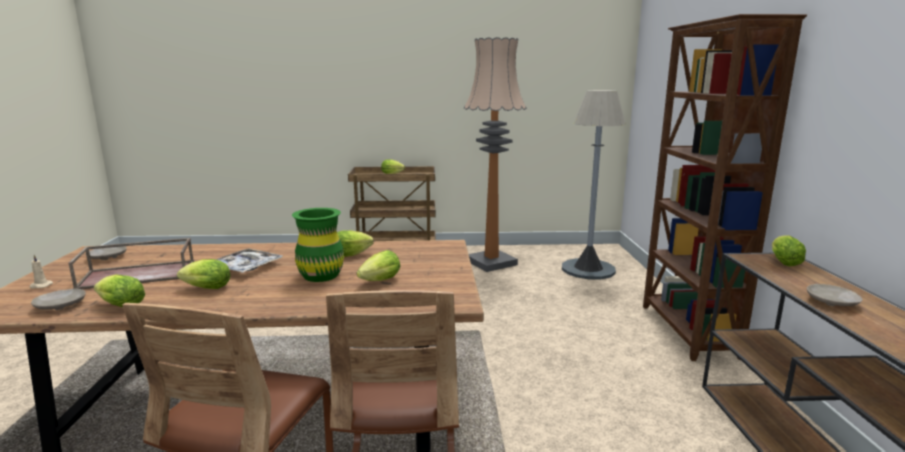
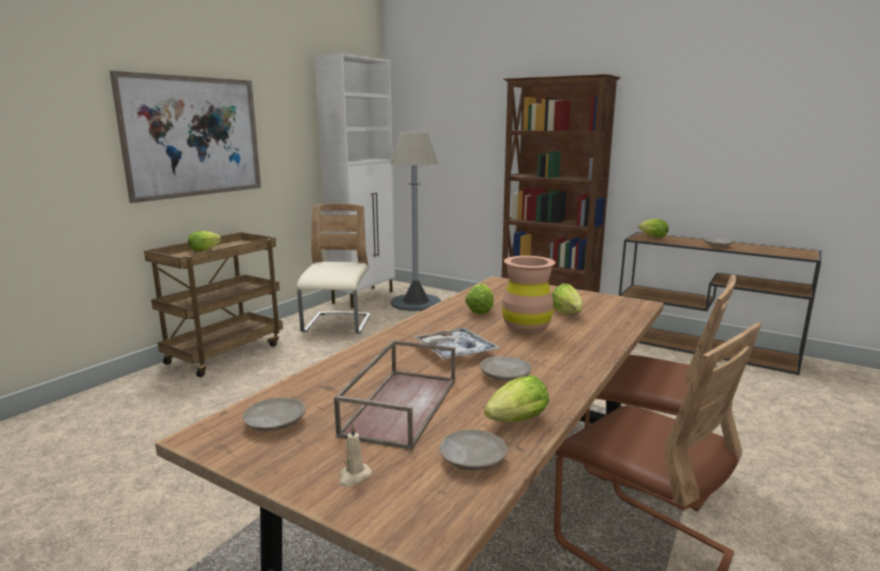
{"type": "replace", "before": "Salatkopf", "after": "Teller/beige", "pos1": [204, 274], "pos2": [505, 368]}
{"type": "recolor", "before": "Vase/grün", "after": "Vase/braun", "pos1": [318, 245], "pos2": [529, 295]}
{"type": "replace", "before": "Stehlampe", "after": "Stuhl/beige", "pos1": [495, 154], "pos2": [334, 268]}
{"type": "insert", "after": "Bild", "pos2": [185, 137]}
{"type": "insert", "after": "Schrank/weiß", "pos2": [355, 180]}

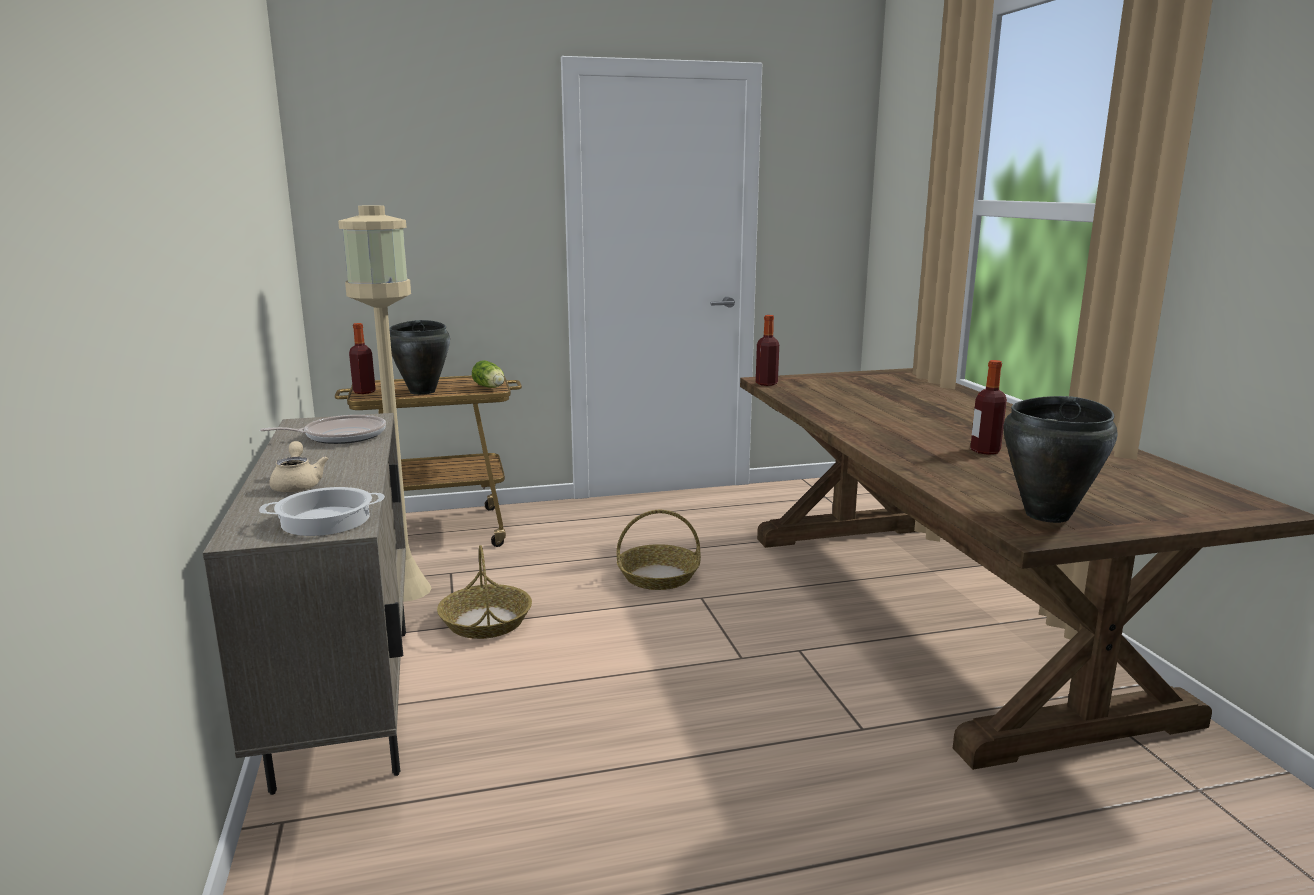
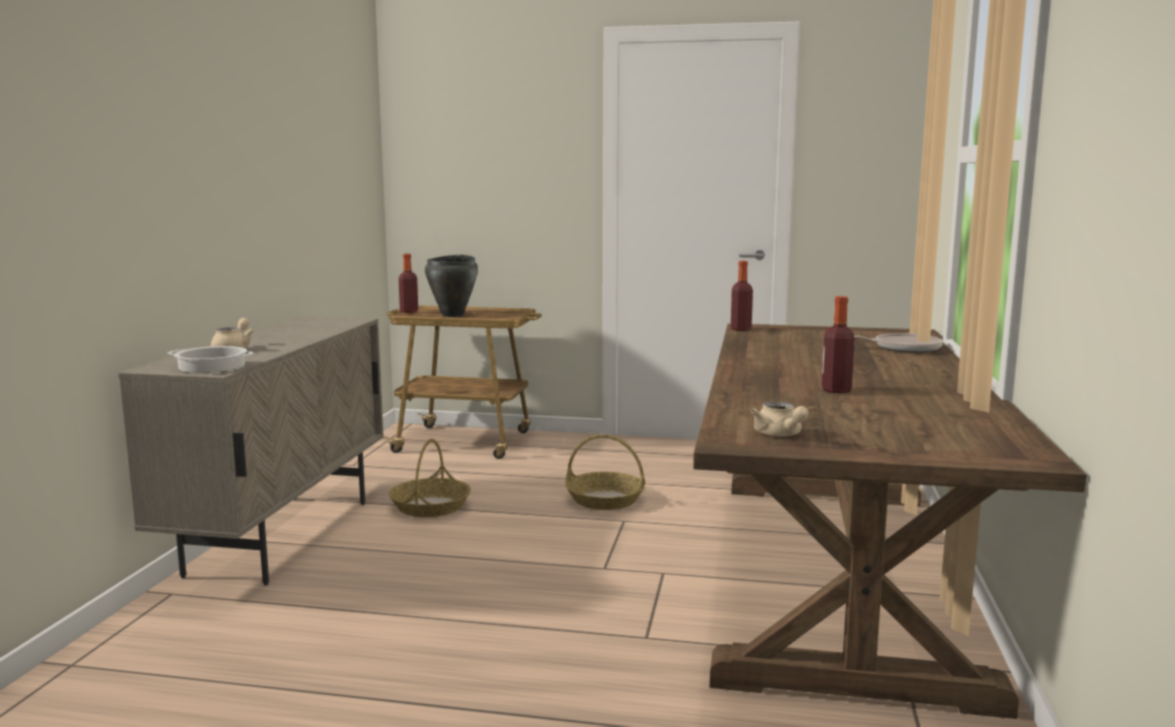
{"type": "move", "before": "Pfanne", "pos1": [323, 429], "pos2": [898, 343]}
{"type": "delete", "before": "Stehlampe/beige", "pos1": [385, 403]}
{"type": "delete", "before": "Salatkopf", "pos1": [488, 374]}
{"type": "replace", "before": "Kochtopf/schwarz", "after": "Teekanne/beige", "pos1": [1061, 459], "pos2": [780, 419]}

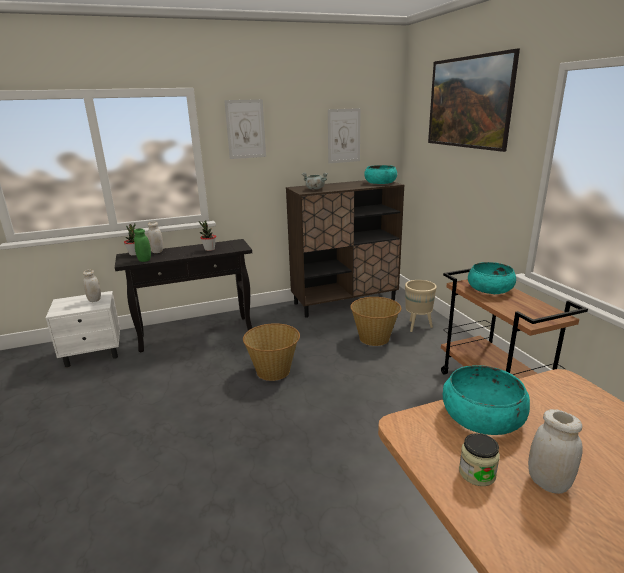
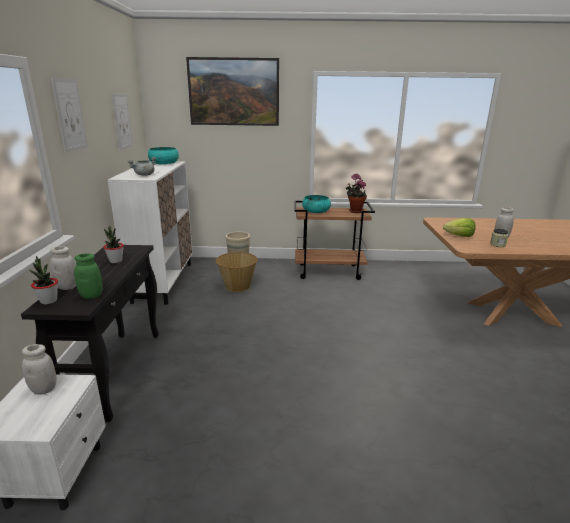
{"type": "delete", "before": "Korb", "pos1": [271, 352]}
{"type": "recolor", "before": "Schrank/braun", "after": "Schrank/weiß", "pos1": [345, 249], "pos2": [150, 233]}
{"type": "replace", "before": "Schüssel/türkis", "after": "Salatkopf", "pos1": [486, 400], "pos2": [459, 227]}
{"type": "insert", "after": "Topfpflanze", "pos2": [356, 193]}

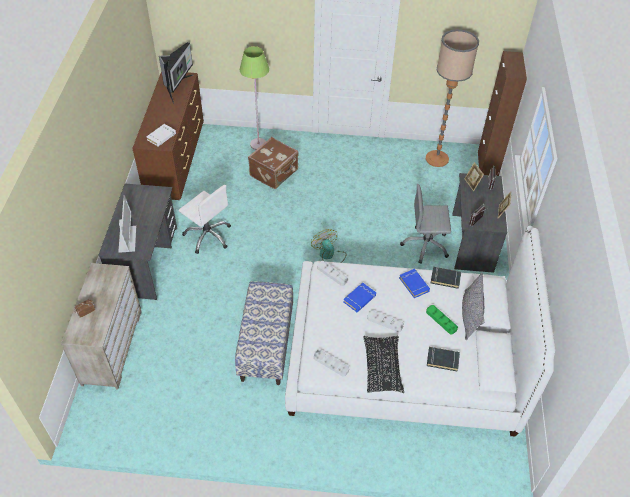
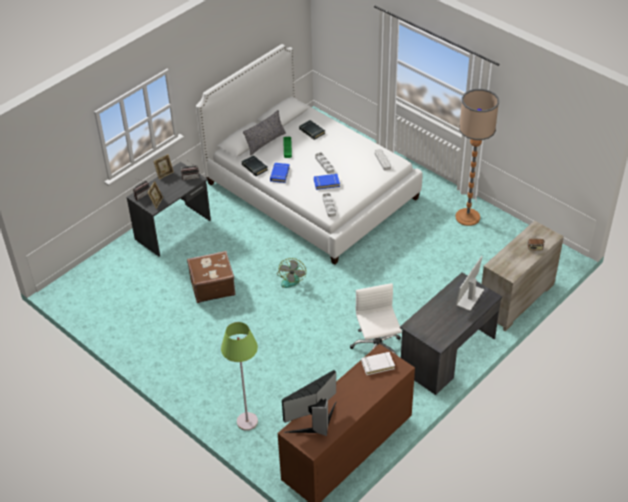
{"type": "delete", "before": "Bank", "pos1": [264, 333]}
{"type": "move", "before": "Koffer/braun", "pos1": [273, 163], "pos2": [211, 277]}
{"type": "delete", "before": "Kissen/schwarz", "pos1": [383, 364]}
{"type": "delete", "before": "Bürostuhl/grau", "pos1": [425, 224]}
{"type": "move", "before": "Stehlampe", "pos1": [452, 98], "pos2": [477, 157]}
{"type": "delete", "before": "Schrank/braun", "pos1": [502, 113]}

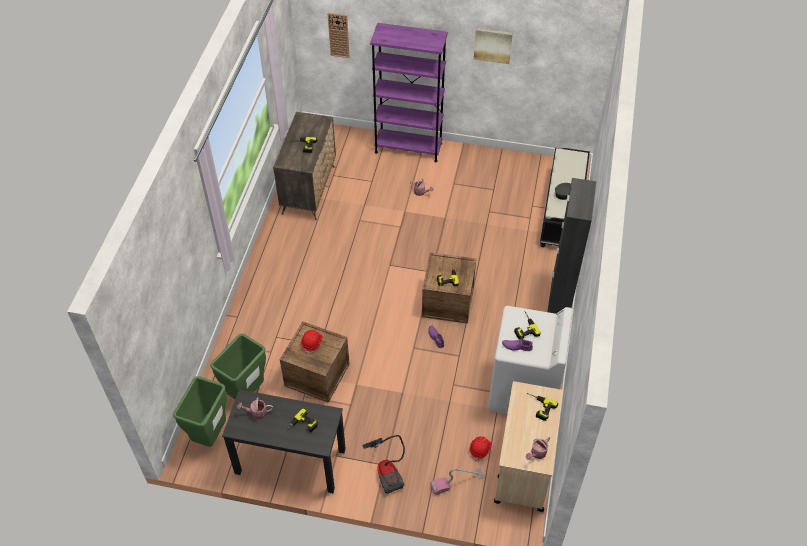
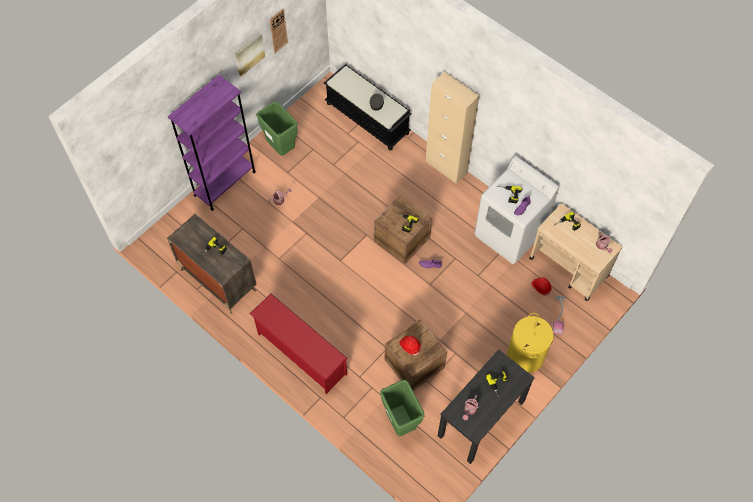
{"type": "move", "before": "Mülleimer/grün", "pos1": [200, 411], "pos2": [277, 128]}
{"type": "move", "before": "Wanduhr", "pos1": [338, 35], "pos2": [279, 31]}
{"type": "replace", "before": "Staubsauger", "after": "Wäschekorb/gelb", "pos1": [383, 464], "pos2": [530, 343]}
{"type": "recolor", "before": "Schrank/schwarz", "after": "Schrank/beige", "pos1": [571, 246], "pos2": [452, 128]}
{"type": "insert", "after": "Schuhregal/rot", "pos2": [299, 344]}

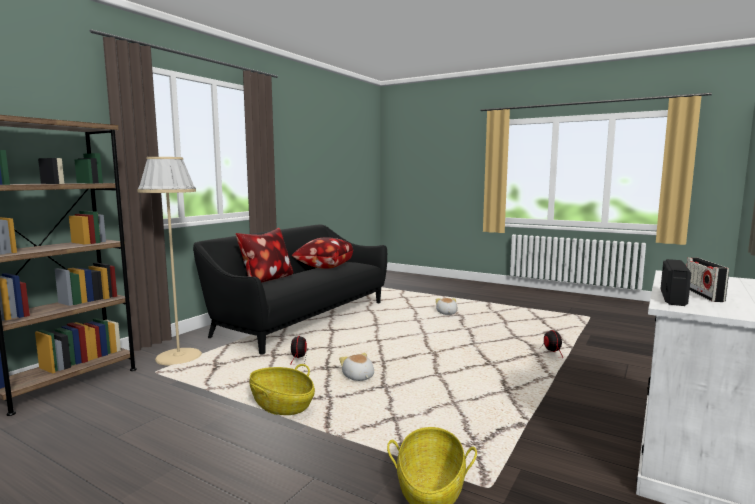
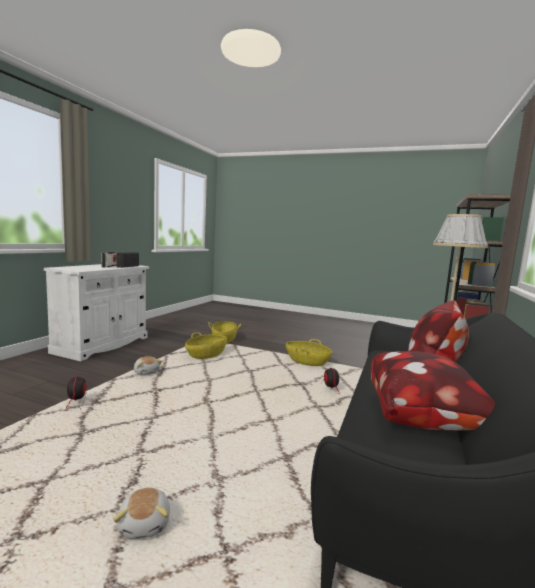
{"type": "move", "before": "Plüschtier", "pos1": [356, 366], "pos2": [148, 366]}
{"type": "insert", "after": "Korb", "pos2": [206, 345]}

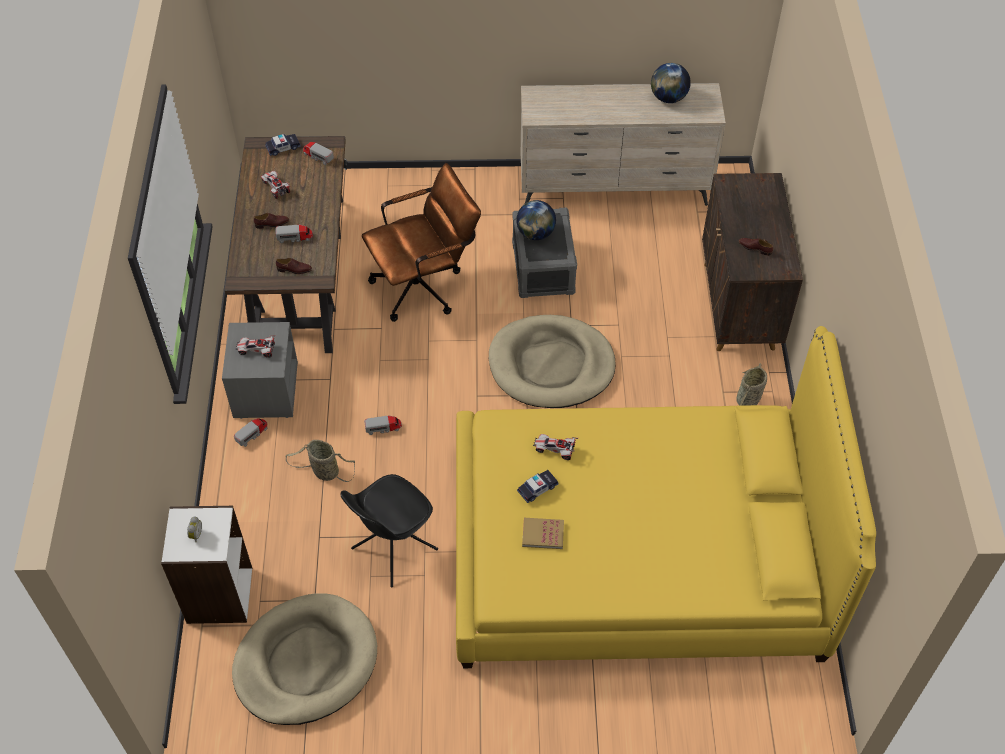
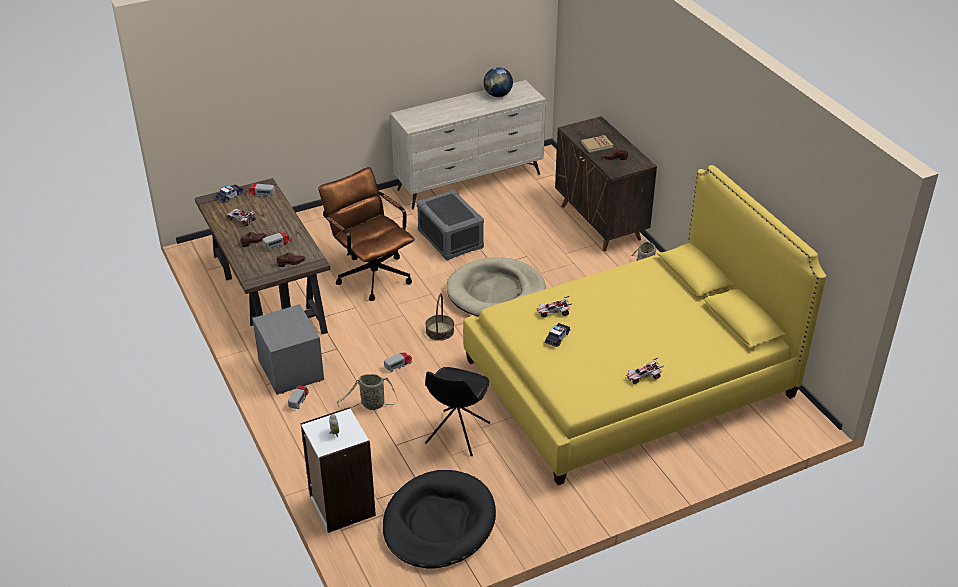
{"type": "recolor", "before": "Hundebett/beige", "after": "Hundebett/schwarz", "pos1": [304, 659], "pos2": [439, 519]}
{"type": "move", "before": "Spielzeugauto", "pos1": [256, 346], "pos2": [644, 371]}
{"type": "rotate", "before": "Bürostuhl/braun", "pos1": [421, 242], "pos2": [366, 234], "turn": -75}
{"type": "delete", "before": "Globus", "pos1": [536, 220]}
{"type": "move", "before": "Buch", "pos1": [543, 533], "pos2": [597, 144]}
{"type": "insert", "after": "Korb", "pos2": [439, 317]}

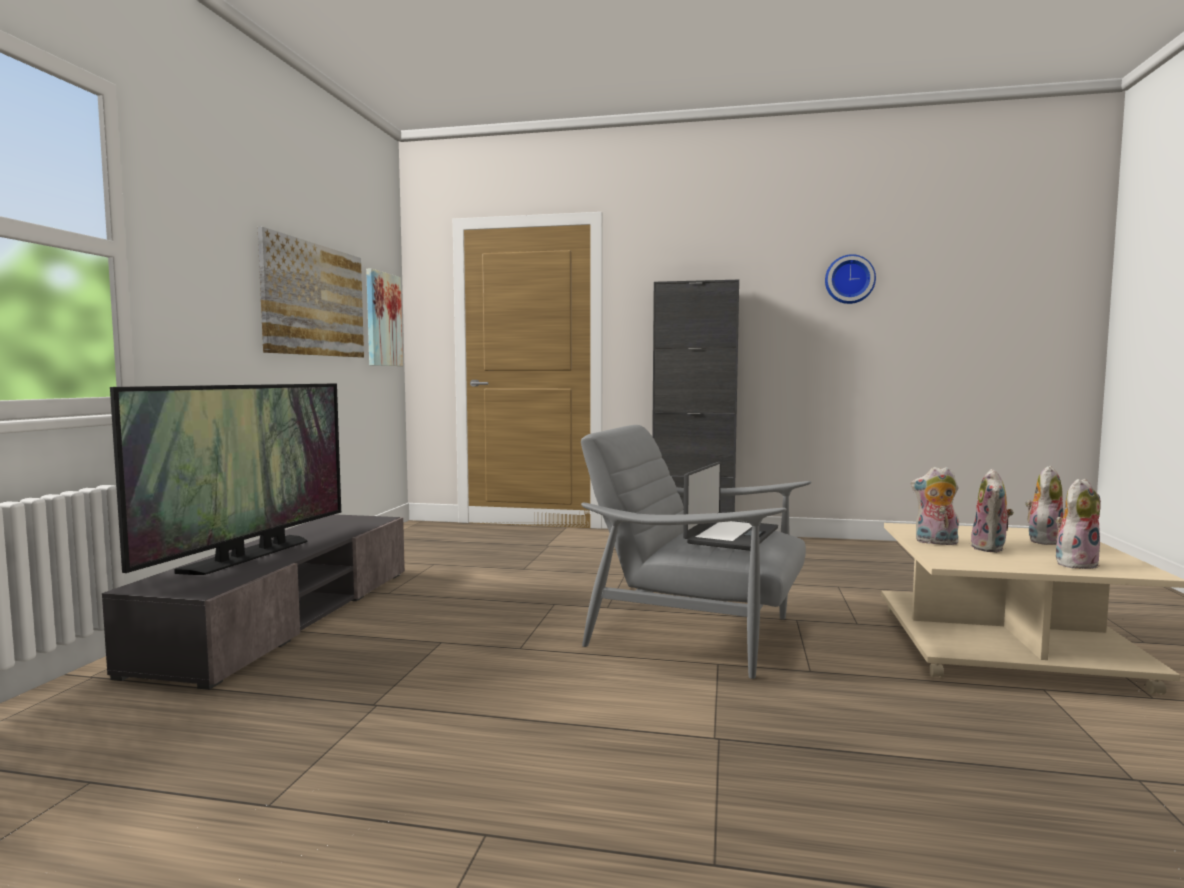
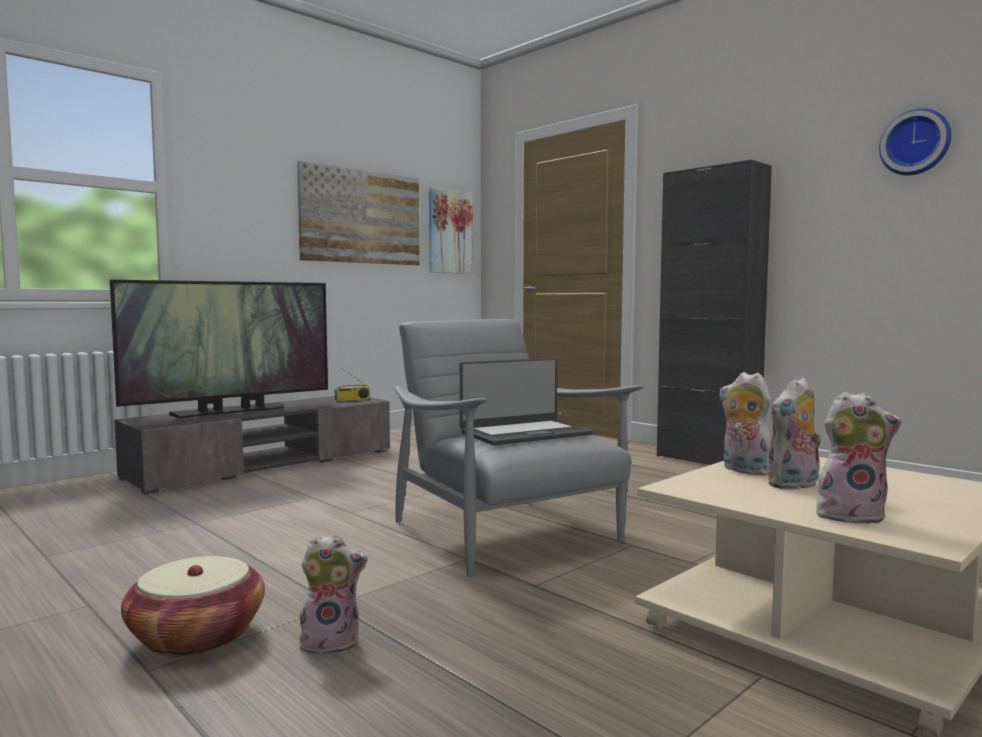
{"type": "move", "before": "Plüschtier", "pos1": [1044, 505], "pos2": [332, 595]}
{"type": "insert", "after": "Korb", "pos2": [193, 606]}
{"type": "insert", "after": "Radio", "pos2": [352, 384]}

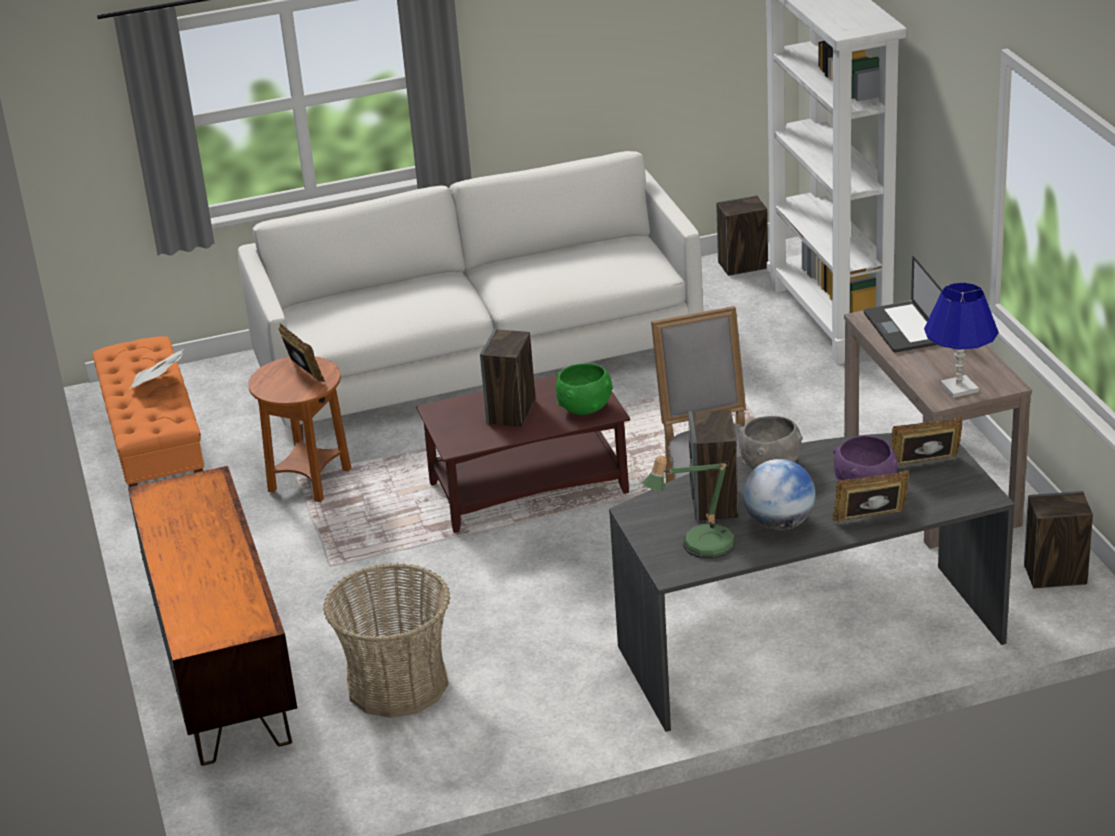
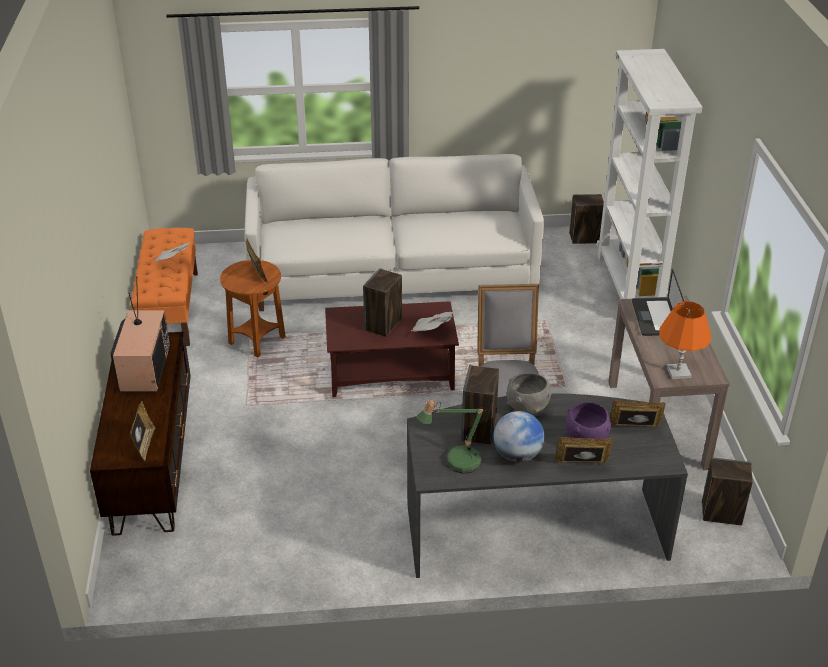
{"type": "delete", "before": "Korb", "pos1": [386, 640]}
{"type": "replace", "before": "Schüssel/grün", "after": "Zeitung", "pos1": [584, 389], "pos2": [432, 322]}
{"type": "recolor", "before": "Tischlampe/blau", "after": "Tischlampe/orange", "pos1": [961, 340], "pos2": [685, 340]}
{"type": "insert", "after": "Fernseher", "pos2": [140, 334]}
{"type": "insert", "after": "Bilderrahmen", "pos2": [142, 431]}

